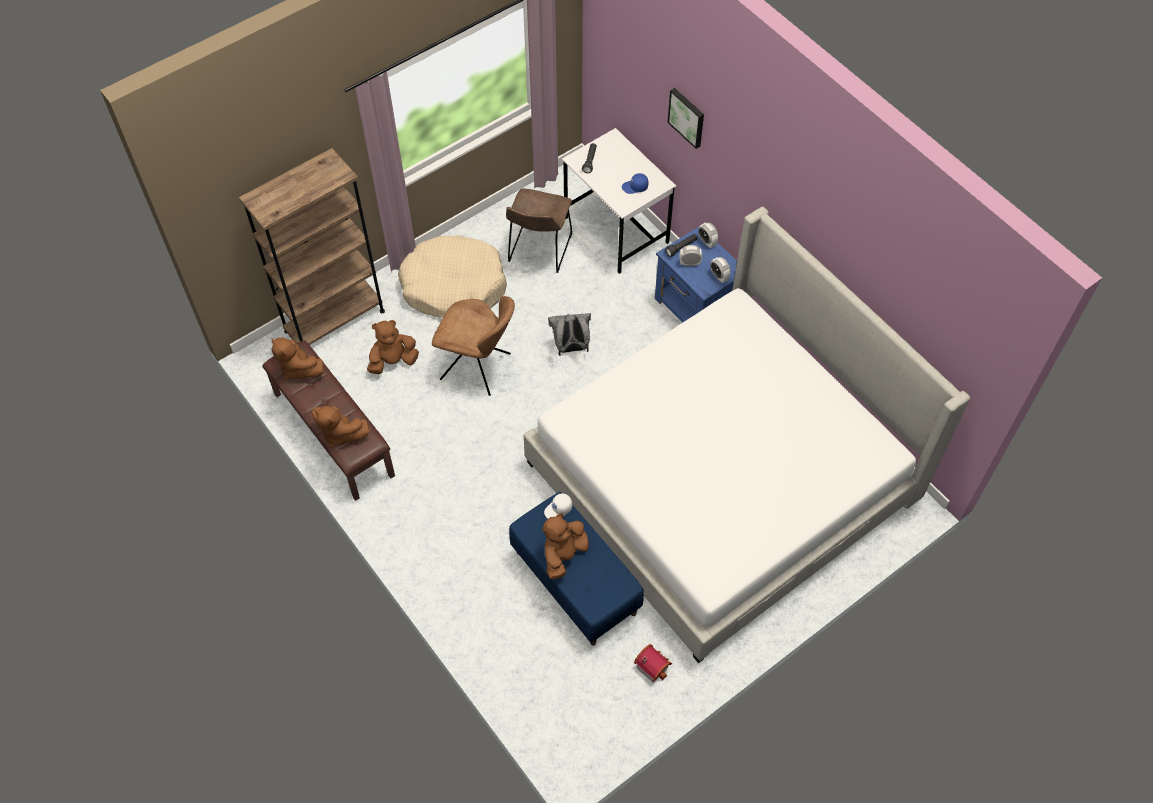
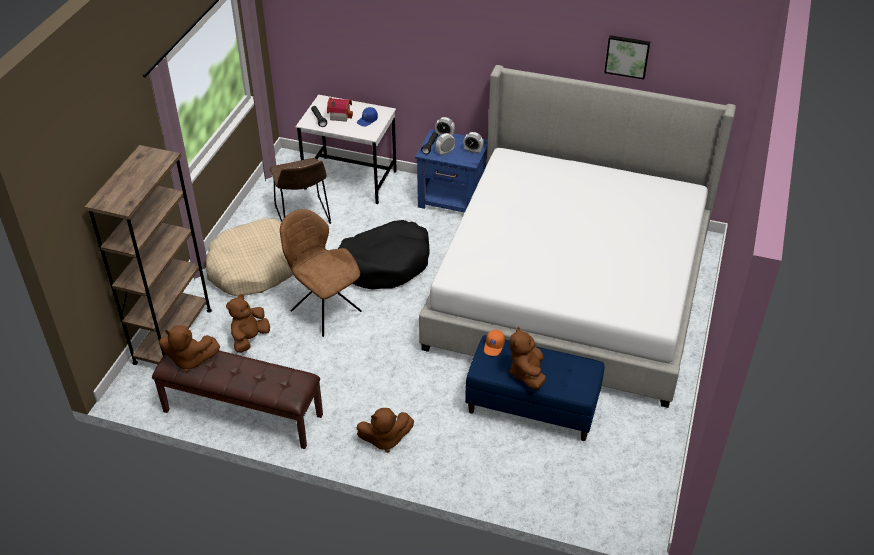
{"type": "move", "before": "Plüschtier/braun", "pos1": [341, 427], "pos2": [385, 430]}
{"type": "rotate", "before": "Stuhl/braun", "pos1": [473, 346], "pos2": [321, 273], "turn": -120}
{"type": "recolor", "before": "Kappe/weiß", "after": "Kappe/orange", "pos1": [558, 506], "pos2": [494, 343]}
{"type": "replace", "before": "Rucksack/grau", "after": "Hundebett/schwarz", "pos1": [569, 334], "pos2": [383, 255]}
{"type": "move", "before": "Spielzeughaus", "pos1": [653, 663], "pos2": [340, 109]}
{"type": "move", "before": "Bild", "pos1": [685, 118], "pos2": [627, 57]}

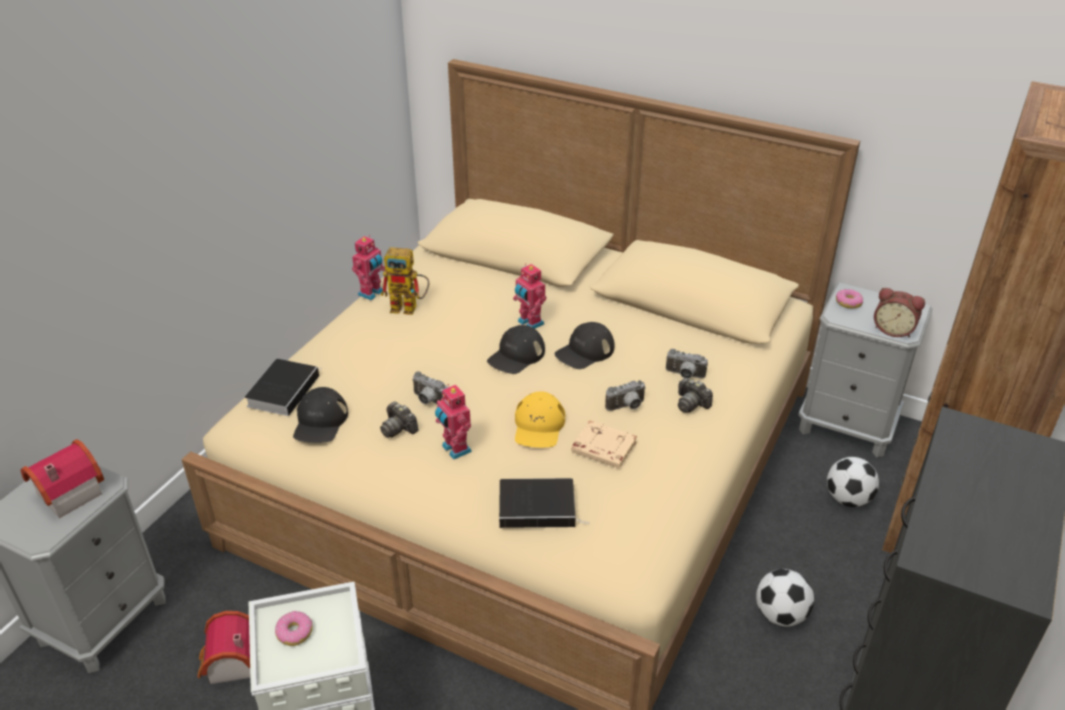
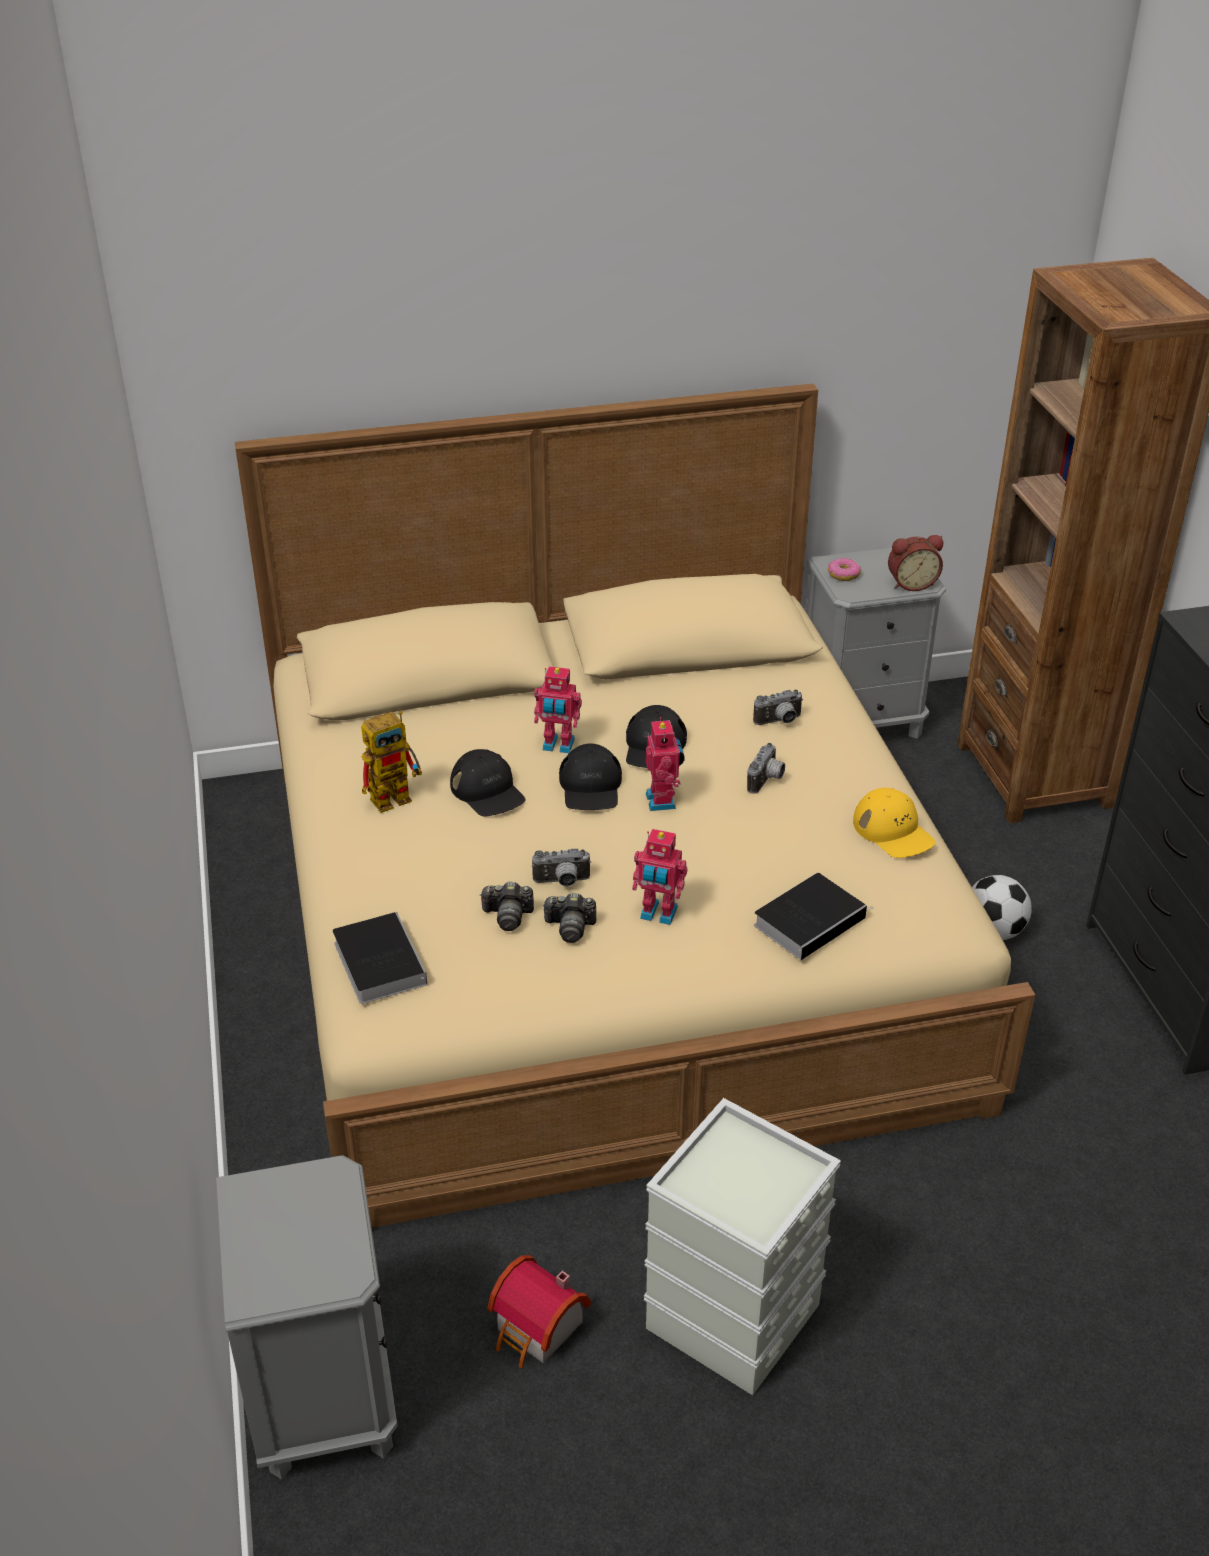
{"type": "delete", "before": "Spielzeughaus", "pos1": [62, 478]}
{"type": "delete", "before": "Donut", "pos1": [294, 628]}
{"type": "move", "before": "Kappe/schwarz", "pos1": [320, 415], "pos2": [487, 783]}
{"type": "move", "before": "Spielzeugroboter", "pos1": [368, 267], "pos2": [665, 764]}
{"type": "move", "before": "Kappe/gelb", "pos1": [540, 419], "pos2": [894, 823]}
{"type": "delete", "before": "Buch/beige", "pos1": [604, 444]}
{"type": "move", "before": "Kamera", "pos1": [695, 395], "pos2": [507, 906]}
{"type": "delete", "before": "Fußball", "pos1": [853, 482]}

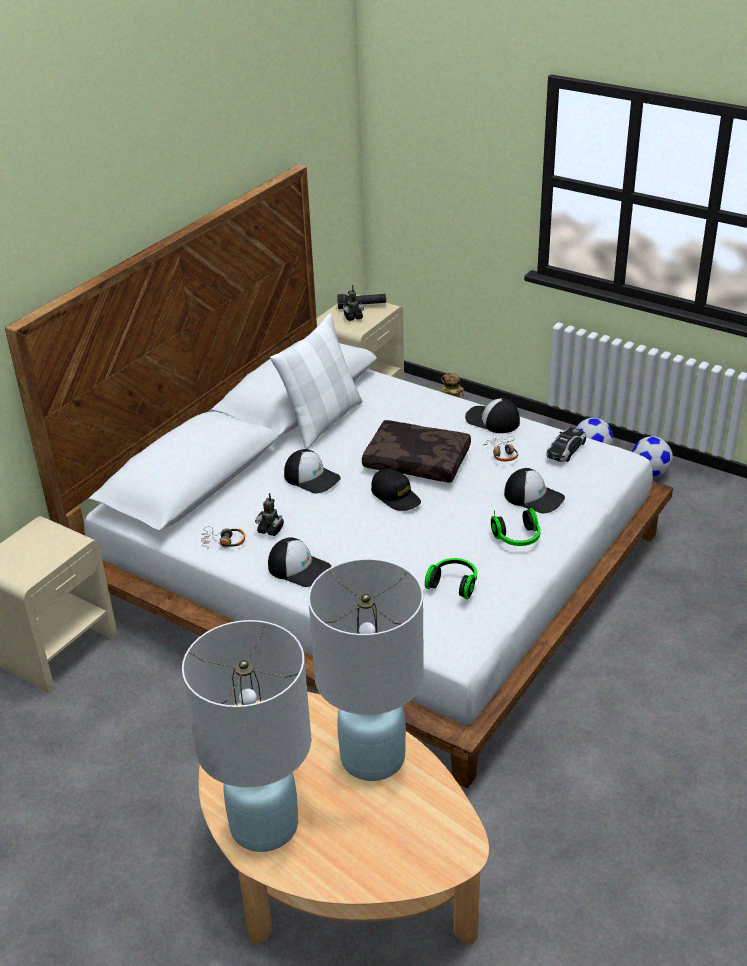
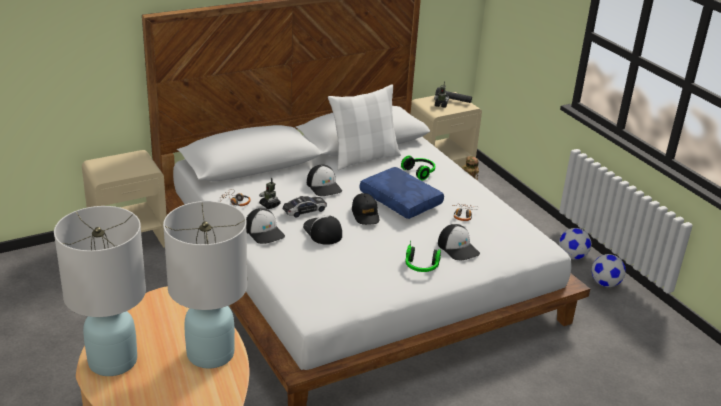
{"type": "recolor", "before": "Kissen/braun", "after": "Kissen/blau", "pos1": [416, 451], "pos2": [402, 193]}
{"type": "move", "before": "Kopfhörer", "pos1": [451, 578], "pos2": [418, 168]}
{"type": "move", "before": "Kappe", "pos1": [492, 415], "pos2": [322, 230]}
{"type": "move", "before": "Spielzeugauto", "pos1": [566, 445], "pos2": [305, 207]}

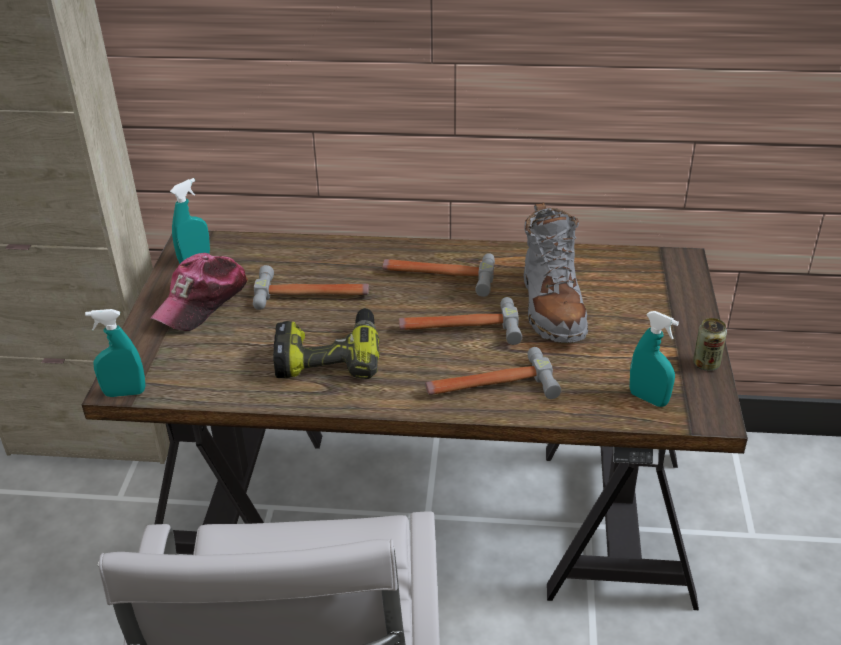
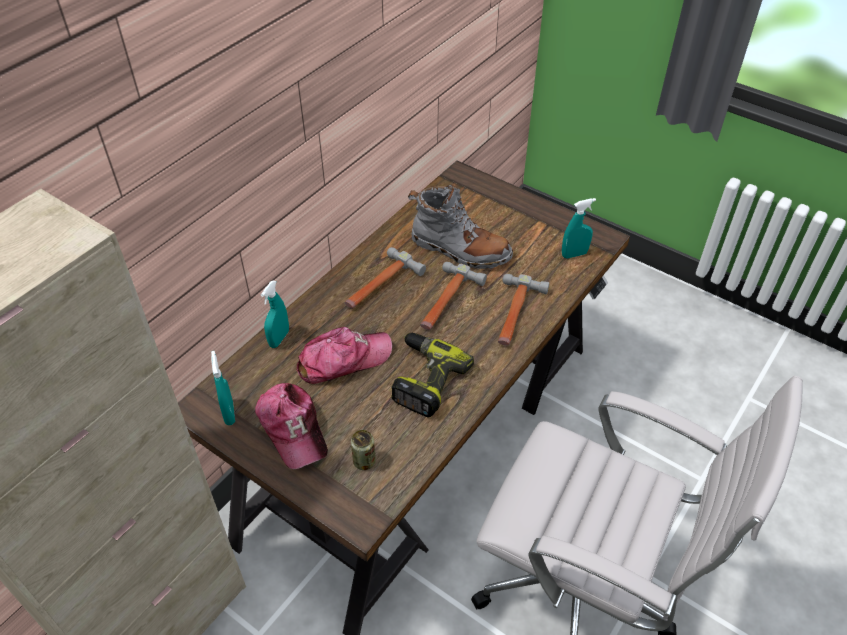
{"type": "move", "before": "Sprühflasche/türkis", "pos1": [115, 353], "pos2": [275, 314]}
{"type": "replace", "before": "Hammer", "after": "Kappe", "pos1": [311, 287], "pos2": [344, 355]}
{"type": "move", "before": "Dose", "pos1": [710, 344], "pos2": [363, 450]}

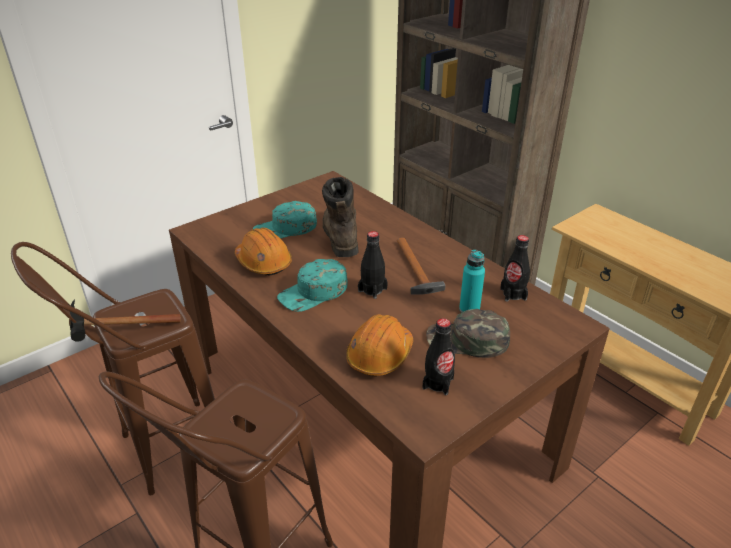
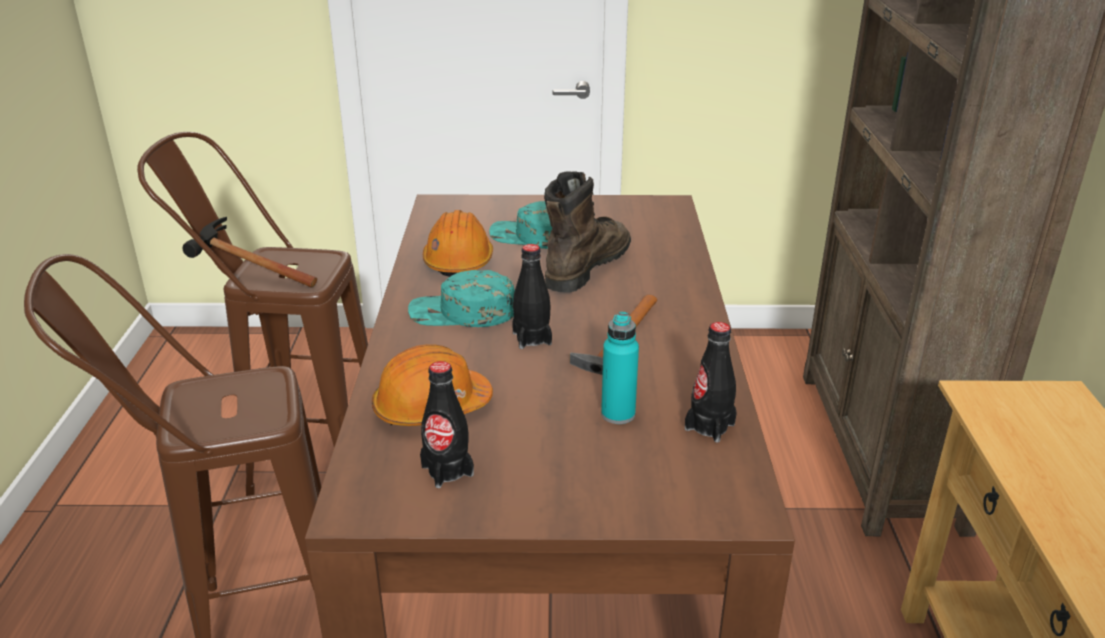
{"type": "delete", "before": "Kappe/grün", "pos1": [468, 333]}

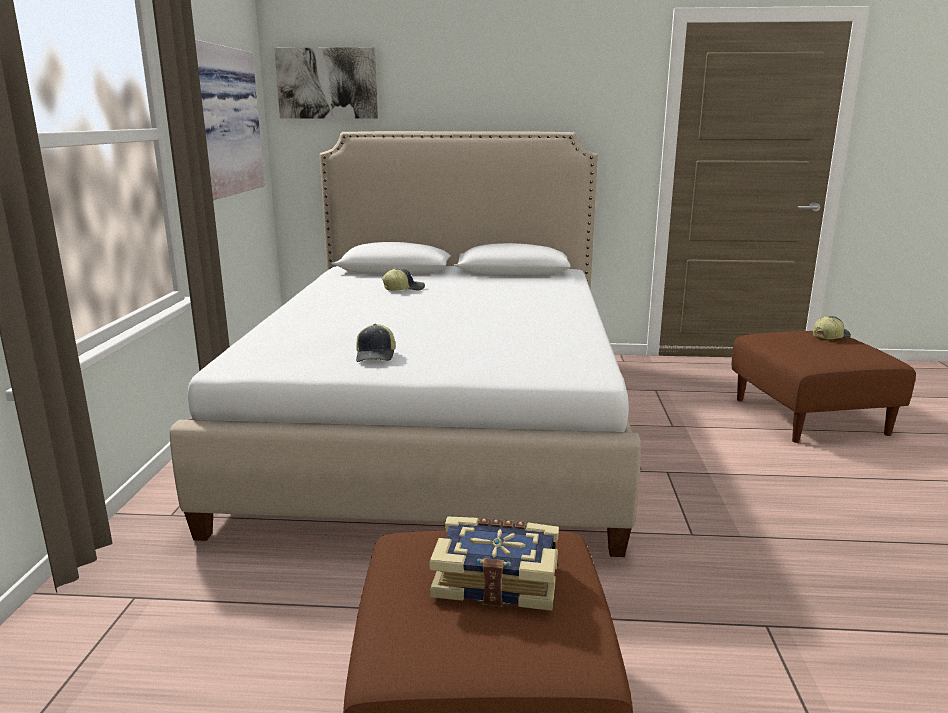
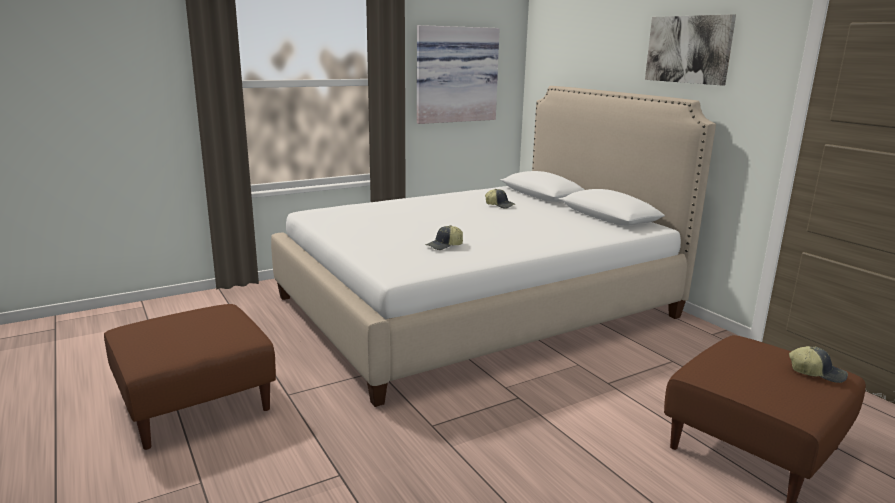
{"type": "move", "before": "Bild", "pos1": [326, 83], "pos2": [690, 49]}
{"type": "move", "before": "Kappe", "pos1": [376, 343], "pos2": [444, 237]}
{"type": "delete", "before": "Buch", "pos1": [494, 563]}

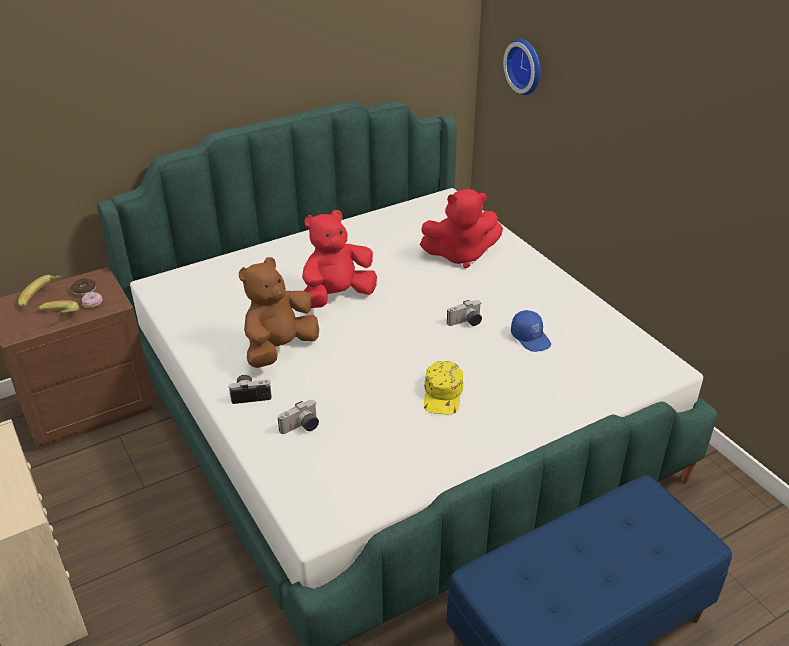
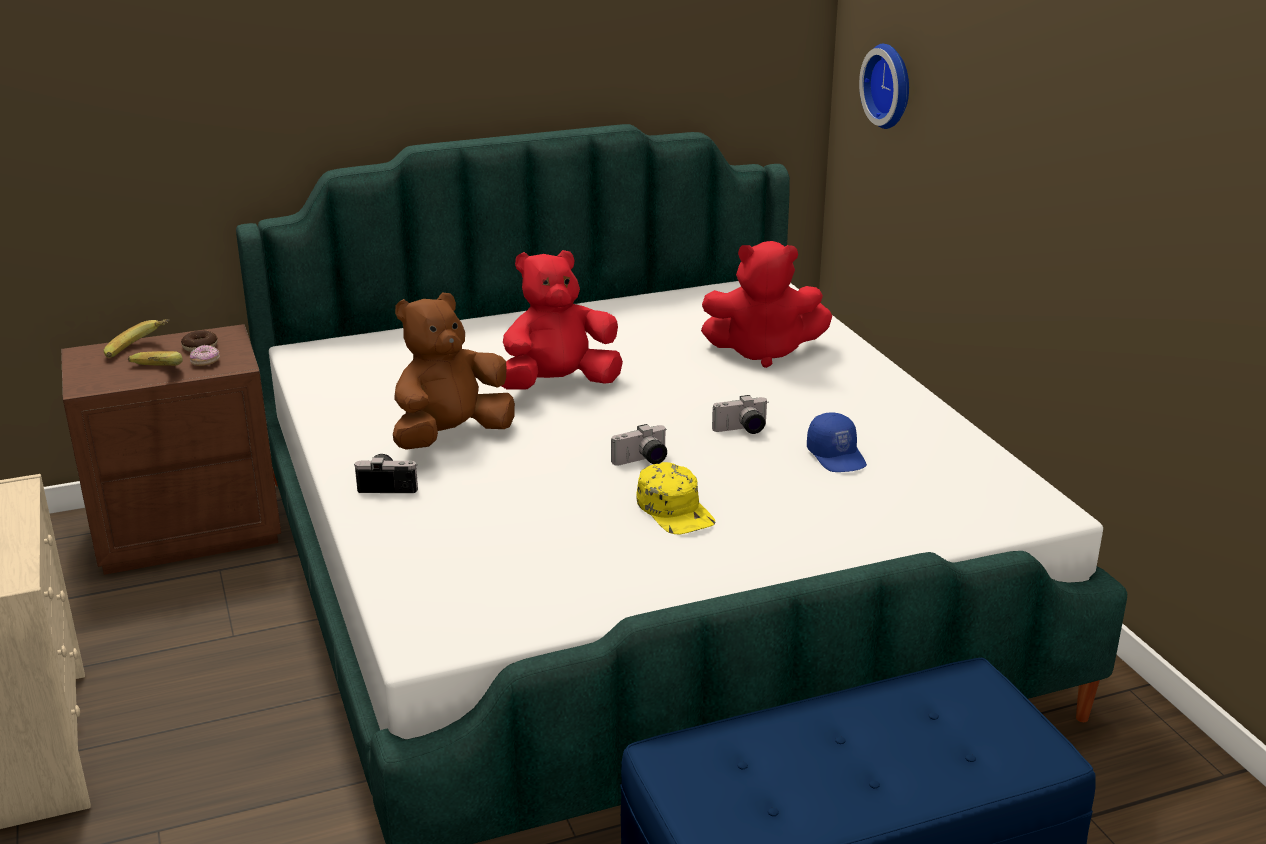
{"type": "move", "before": "Kamera", "pos1": [298, 417], "pos2": [639, 445]}
{"type": "rotate", "before": "Kappe/gelb", "pos1": [443, 387], "pos2": [675, 498], "turn": -45}

